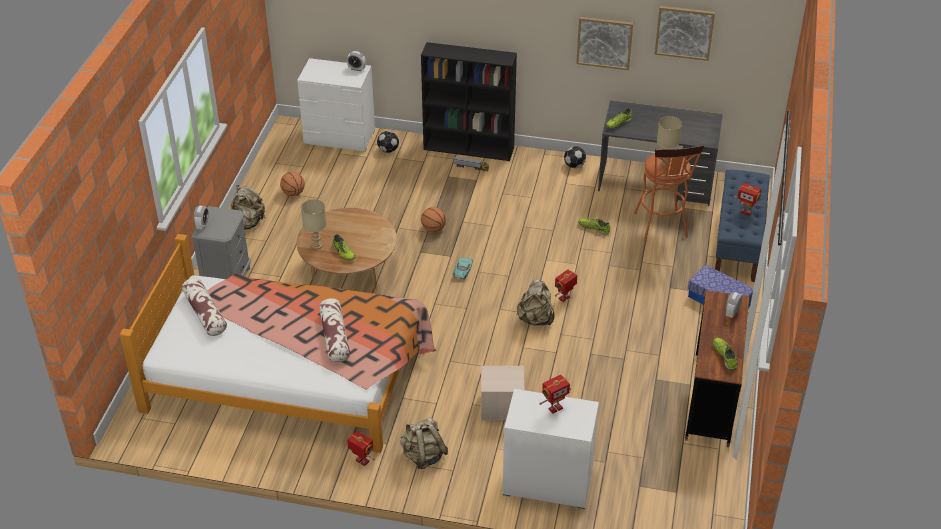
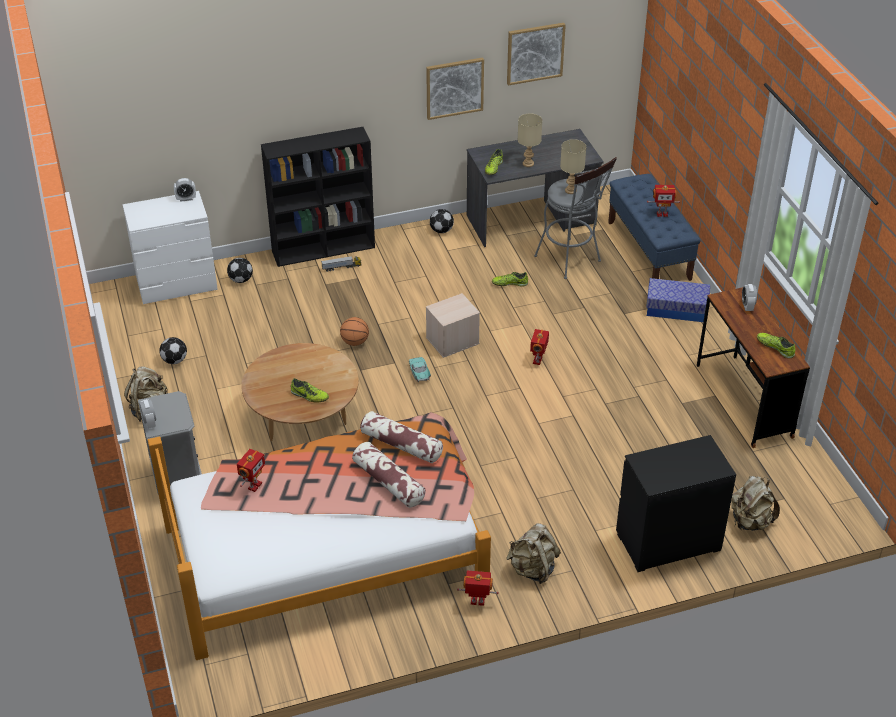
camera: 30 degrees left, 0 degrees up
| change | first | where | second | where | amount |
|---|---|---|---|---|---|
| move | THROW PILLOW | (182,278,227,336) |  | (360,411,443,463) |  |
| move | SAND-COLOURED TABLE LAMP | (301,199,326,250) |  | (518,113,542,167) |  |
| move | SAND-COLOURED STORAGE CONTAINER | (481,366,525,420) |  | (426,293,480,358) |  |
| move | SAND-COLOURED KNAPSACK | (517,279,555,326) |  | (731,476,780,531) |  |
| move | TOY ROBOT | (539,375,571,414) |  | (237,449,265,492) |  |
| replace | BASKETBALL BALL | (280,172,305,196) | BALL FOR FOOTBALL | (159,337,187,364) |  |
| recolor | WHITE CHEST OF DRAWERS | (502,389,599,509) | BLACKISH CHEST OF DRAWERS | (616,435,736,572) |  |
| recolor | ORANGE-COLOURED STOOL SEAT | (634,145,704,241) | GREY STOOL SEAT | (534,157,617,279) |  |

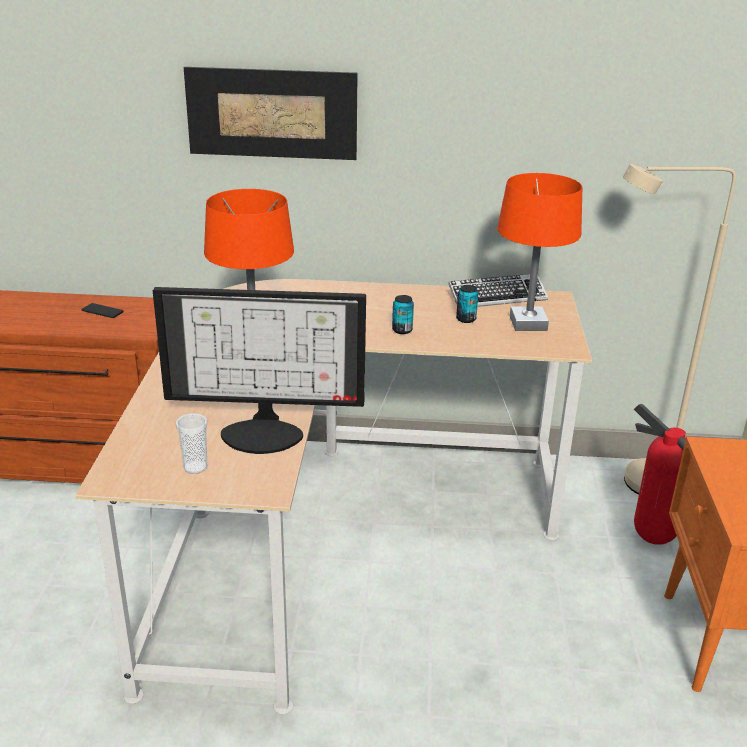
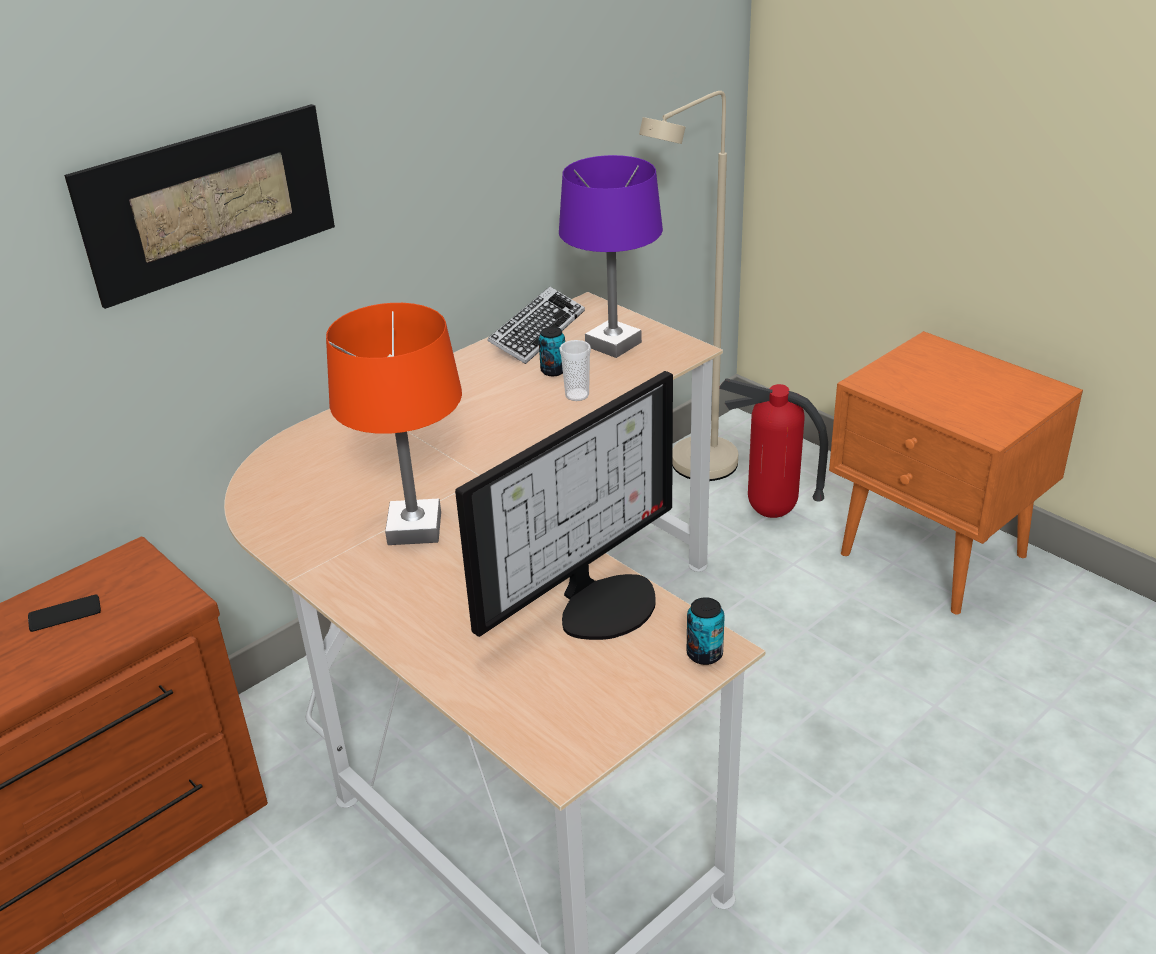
camera: 45 degrees left, 5 degrees up
| change | first | where | second | where | amount |
|---|---|---|---|---|---|
| move | CUP | (175,413,208,474) |  | (559,340,591,401) |  |
| move | CAN | (392,295,414,334) |  | (687,597,725,665) |  |
| recolor | ORANGE-COLOURED TABLE LAMP | (497,173,582,331) | PURPLISH TABLE LAMP | (559,155,663,358) |  |

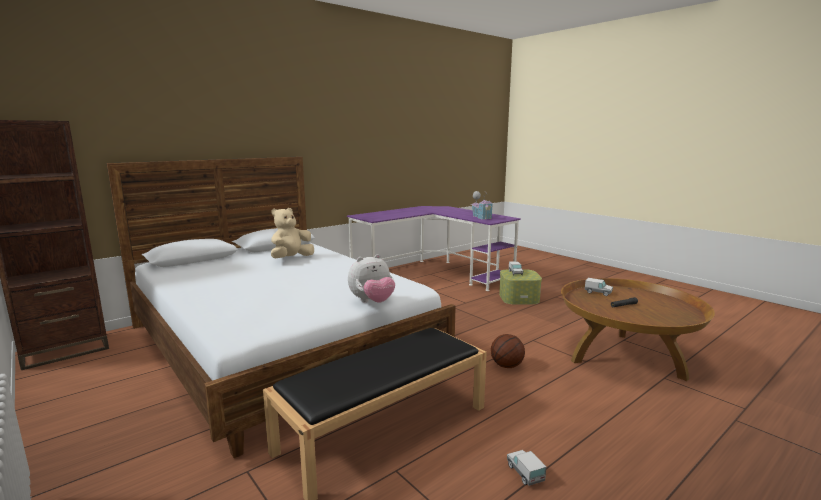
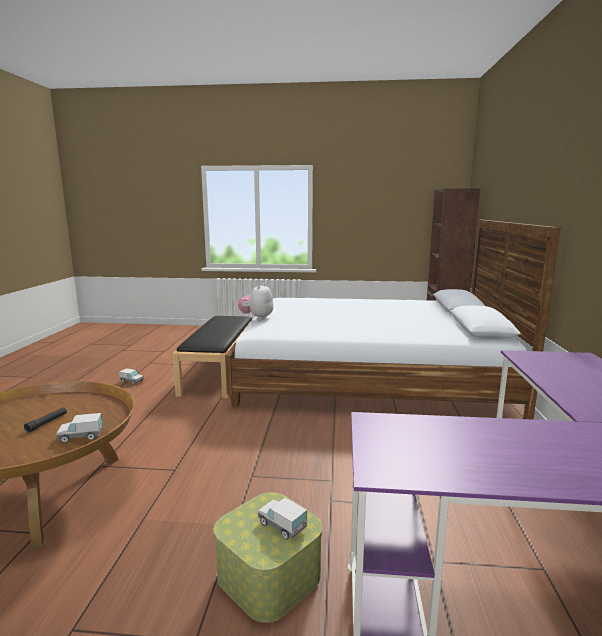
camera: 135 degrees right, 0 degrees up
| change | first | where | second | where | amount |
|---|---|---|---|---|---|
| delete | SAND-COLOURED PLUSH TOY | (271,208,314,258) |  |  |  |
| delete | MODEL HOUSE | (471,191,493,220) |  |  |  |
| delete | BASKETBALL BALL | (491,334,525,368) |  |  |  |

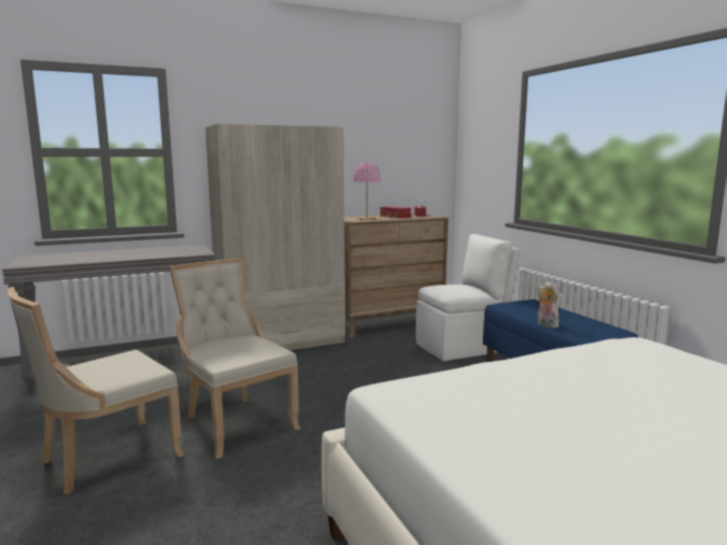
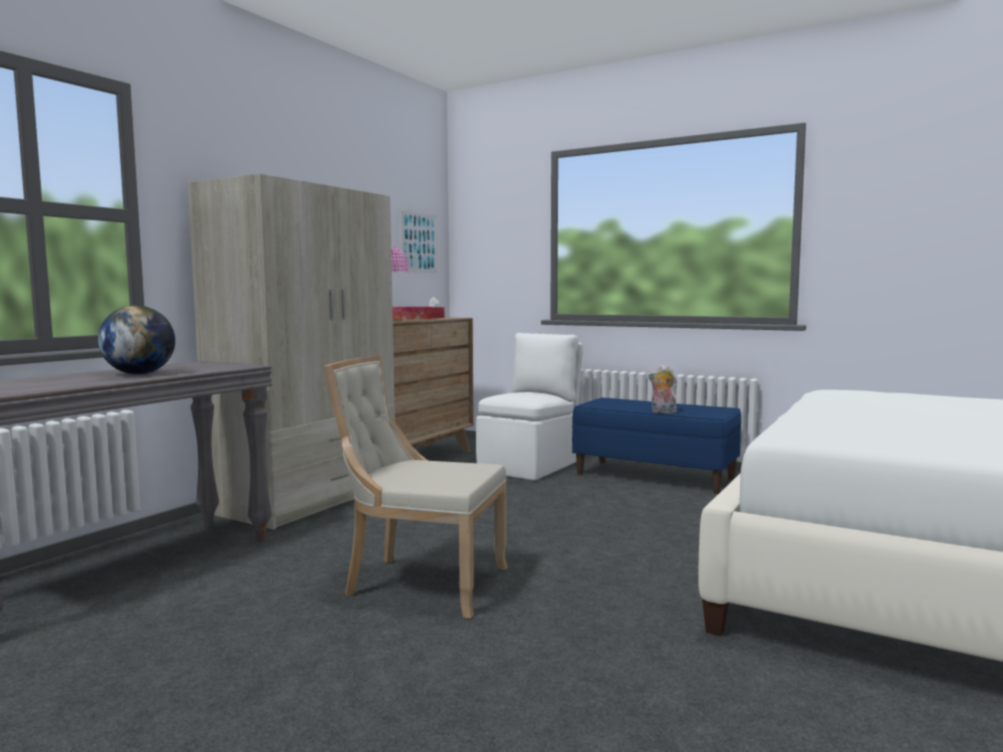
camera: 35 degrees left, 5 degrees down
| change | first | where | second | where | amount |
|---|---|---|---|---|---|
| delete | SAND-COLOURED UPRIGHT CHAIR | (7,287,184,494) |  |  |  |
| insert |  |  | WORLD GLOBE | (98,305,175,374) |  |
| insert |  |  | WALL PICTURE | (400,210,438,273) |  |

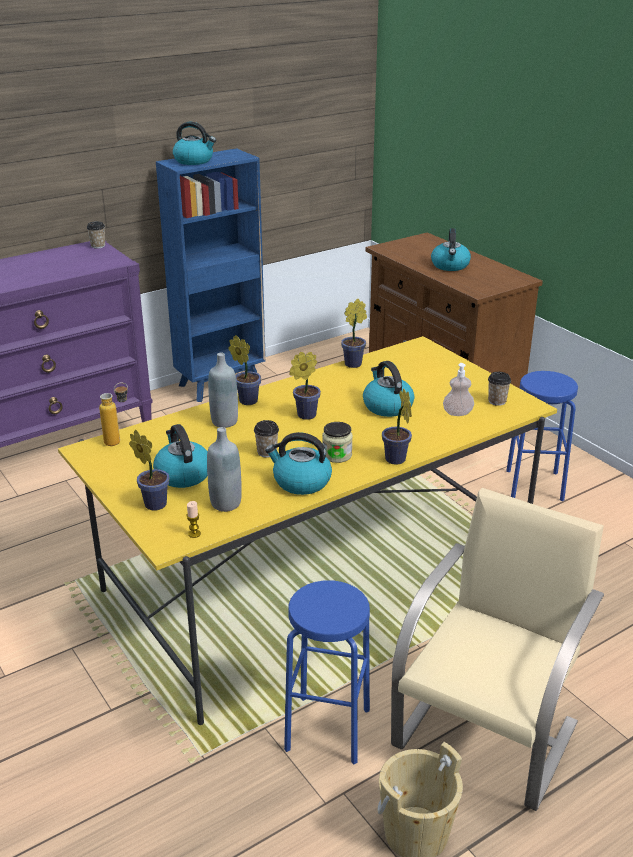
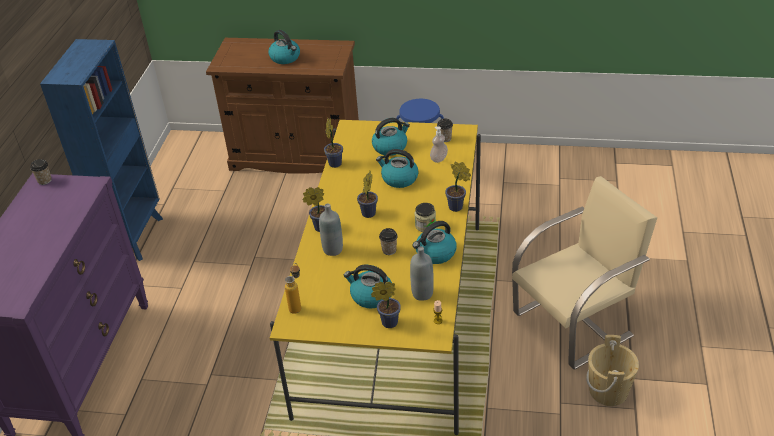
camera: 45 degrees left, 10 degrees up
| change | first | where | second | where | amount |
|---|---|---|---|---|---|
| delete | BLUE STOOL SEAT | (284,580,370,764) |  |  |  |
| move | KETTLE | (173,122,216,165) |  | (372,118,410,156) |  |
| rotate | SAND-COLOURED UPRIGHT CHAIR | (391,488,604,811) |  | (512,176,657,369) | 75 degrees clockwise |

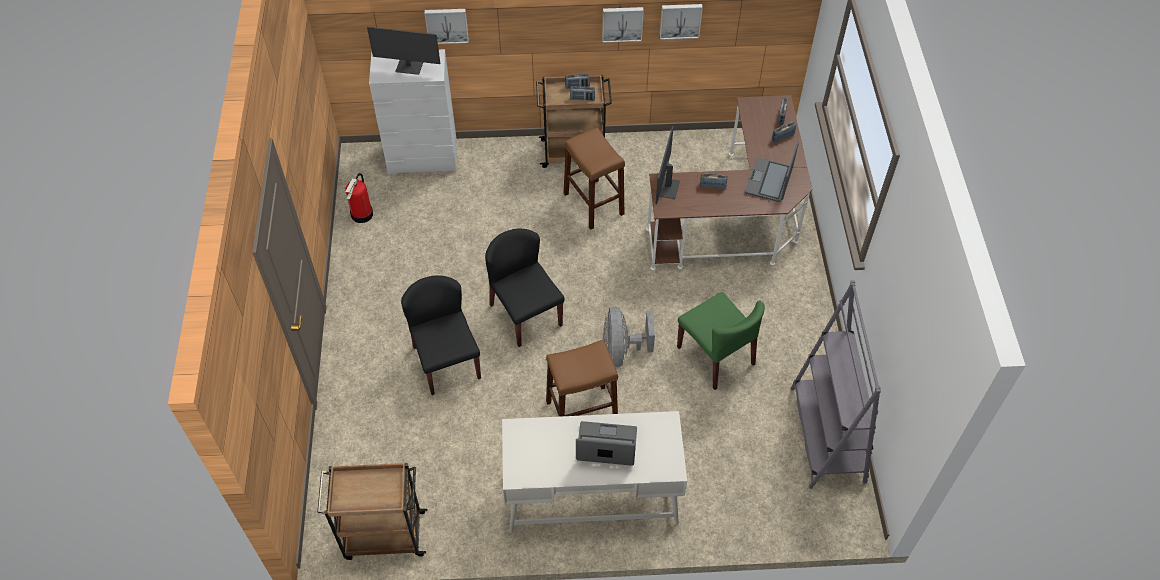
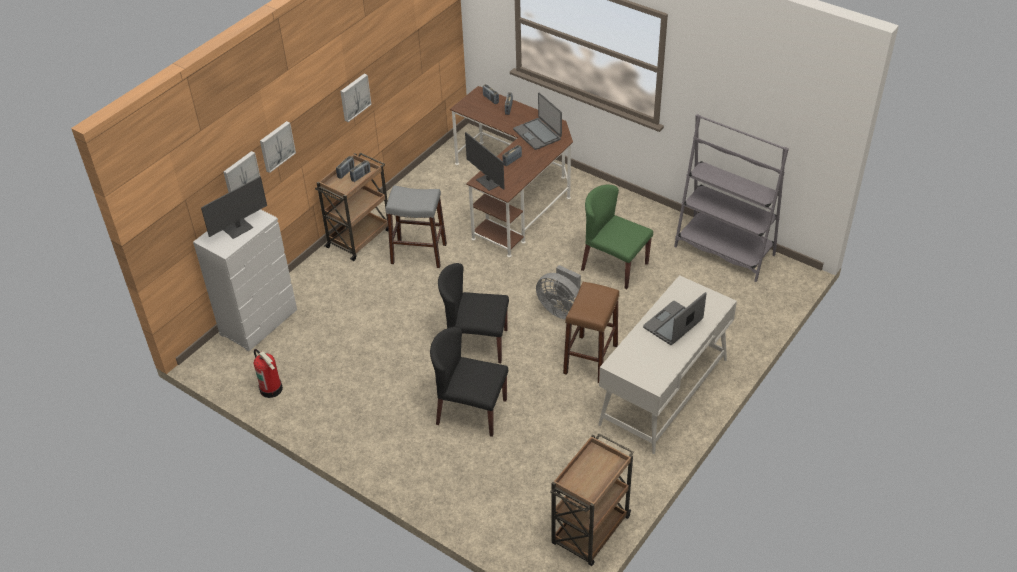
camera: 50 degrees left, 10 degrees down
| change | first | where | second | where | amount |
|---|---|---|---|---|---|
| move | WALL PICTURE | (660,4,703,40) |  | (260,121,296,173) |  |
| recolor | BROWN STOOL SEAT | (563,127,625,230) | GREY STOOL SEAT | (386,186,447,268) |  |
| rotate | GREEN UPRIGHT CHAIR | (677,292,765,390) |  | (581,185,653,289) | 150 degrees counterclockwise |

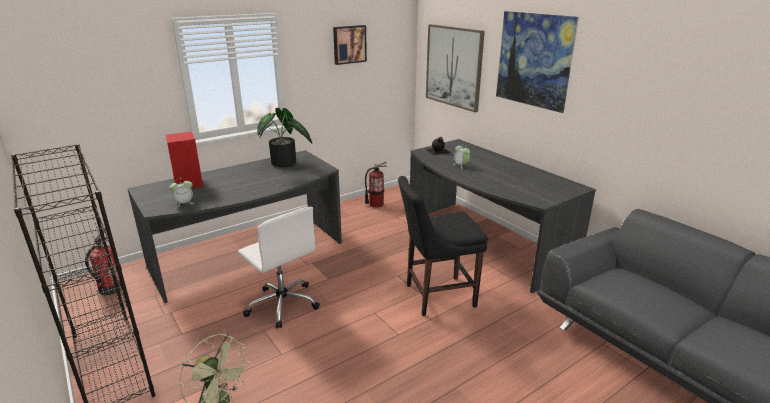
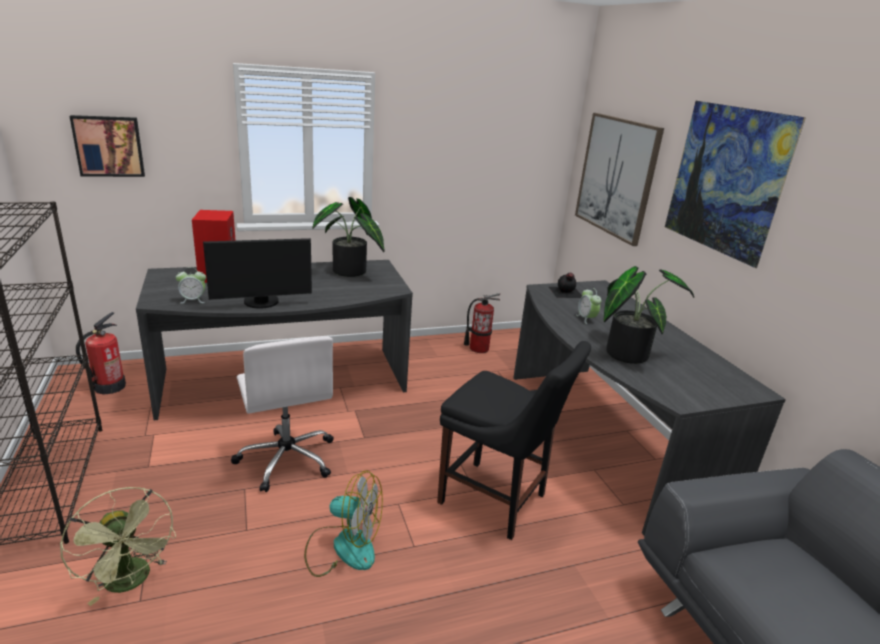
camera: 15 degrees right, 0 degrees up
| change | first | where | second | where | amount |
|---|---|---|---|---|---|
| insert |  |  | COMPUTER SCREEN | (203,238,312,309) |  |
| insert |  |  | FAN | (304,470,383,577) |  |
| insert |  |  | POTTED PLANT | (604,266,694,364) |  |
| move | WALL PICTURE | (333,25,367,65) |  | (70,115,145,177) |  |
| rotate | BLACKISH UPRIGHT CHAIR | (398,176,488,316) |  | (437,341,591,540) | 150 degrees counterclockwise |

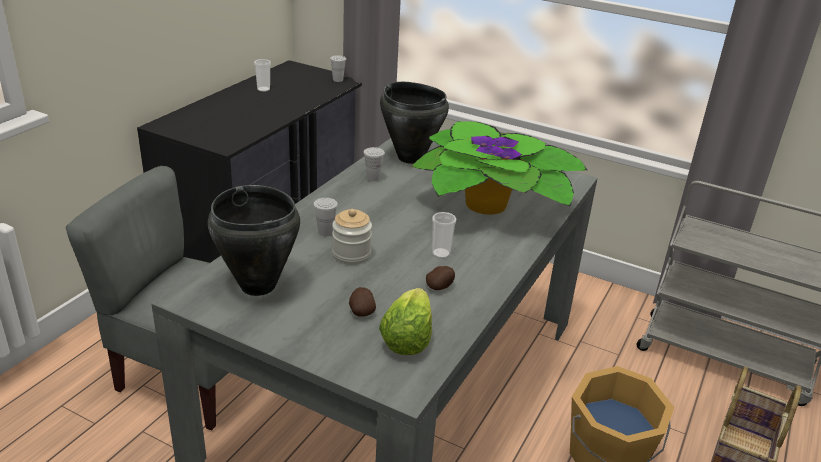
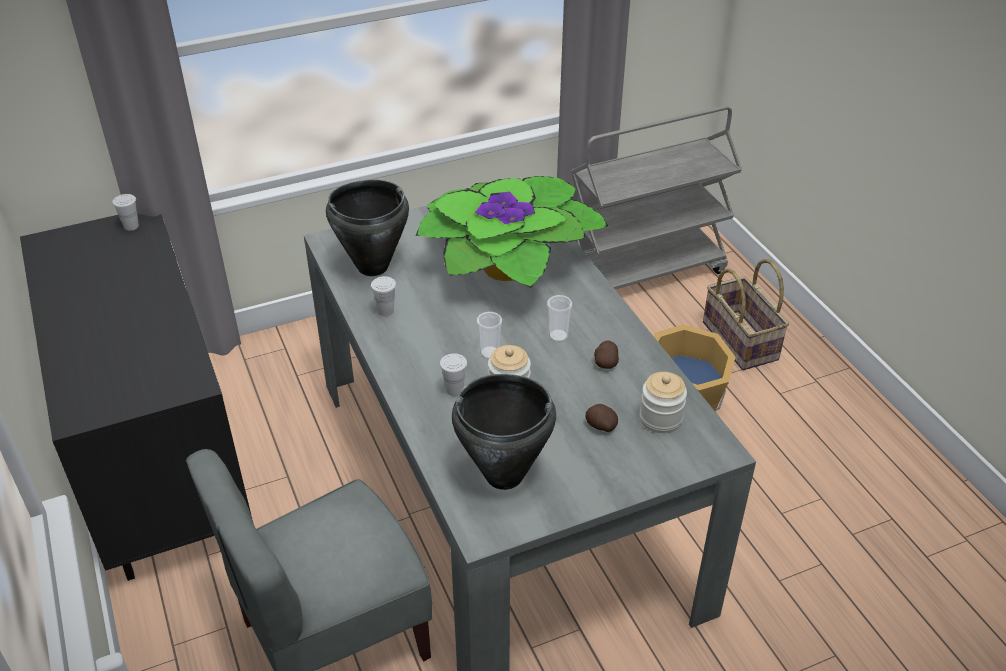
camera: 50 degrees left, 10 degrees up
| change | first | where | second | where | amount |
|---|---|---|---|---|---|
| move | CUP | (254,59,271,92) |  | (477,312,502,359) |  |
| replace | LETTUCE HEAD | (379,288,432,355) | STORAGE JAR | (640,372,687,433) |  |

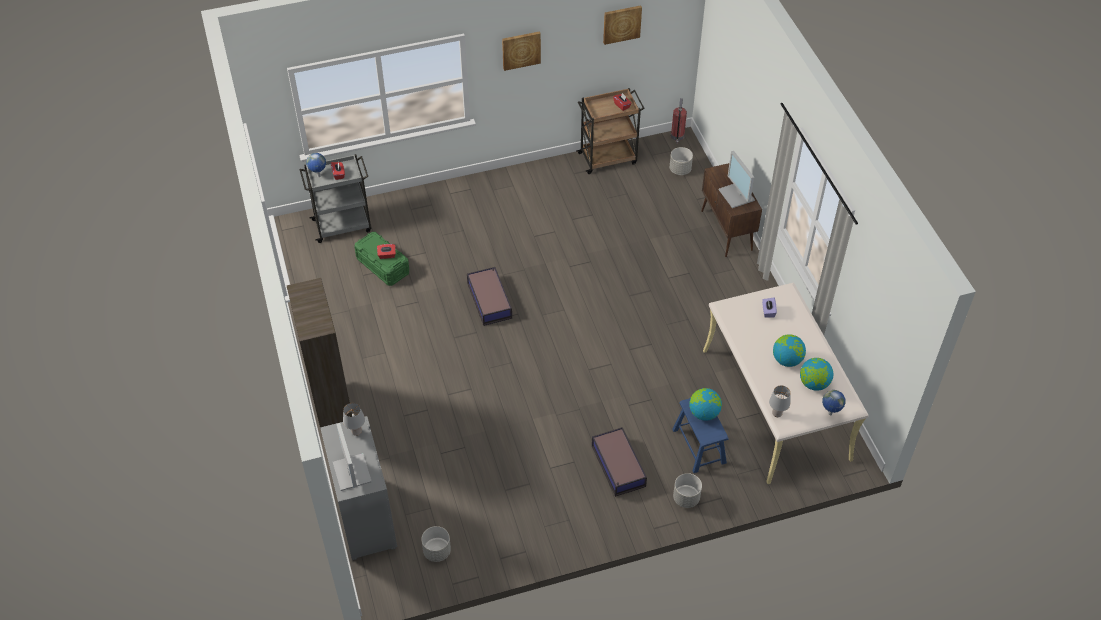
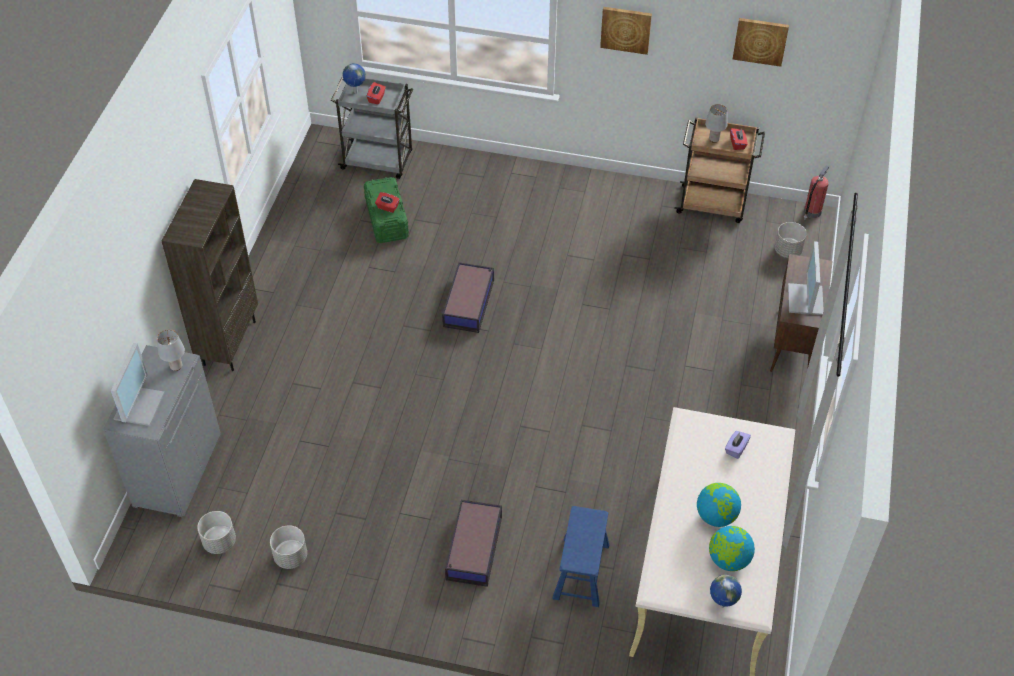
camera: 30 degrees right, 0 degrees up
| change | first | where | second | where | amount |
|---|---|---|---|---|---|
| delete | WORLD GLOBE | (689,388,722,421) |  |  |  |
| move | GREY PLANTER | (673,473,702,508) |  | (270,525,307,569) |  |
| move | GREY TABLE LAMP | (769,385,791,417) |  | (705,104,728,143) |  |

